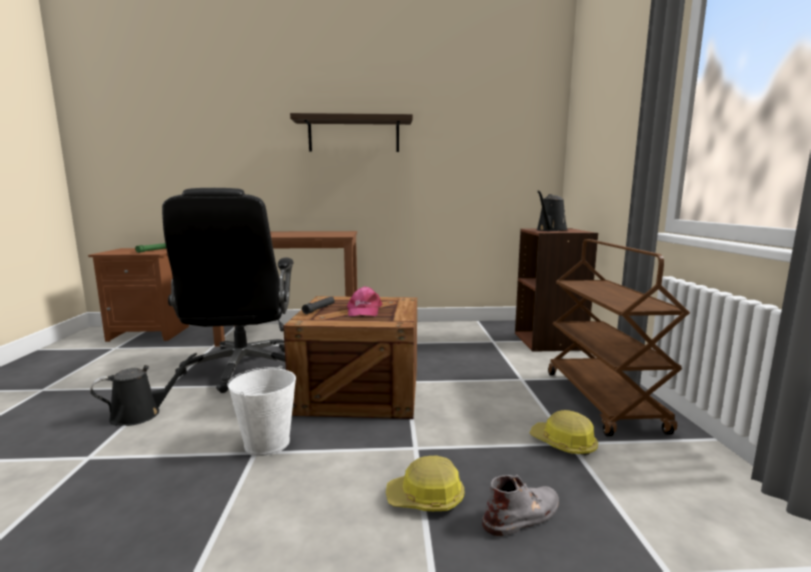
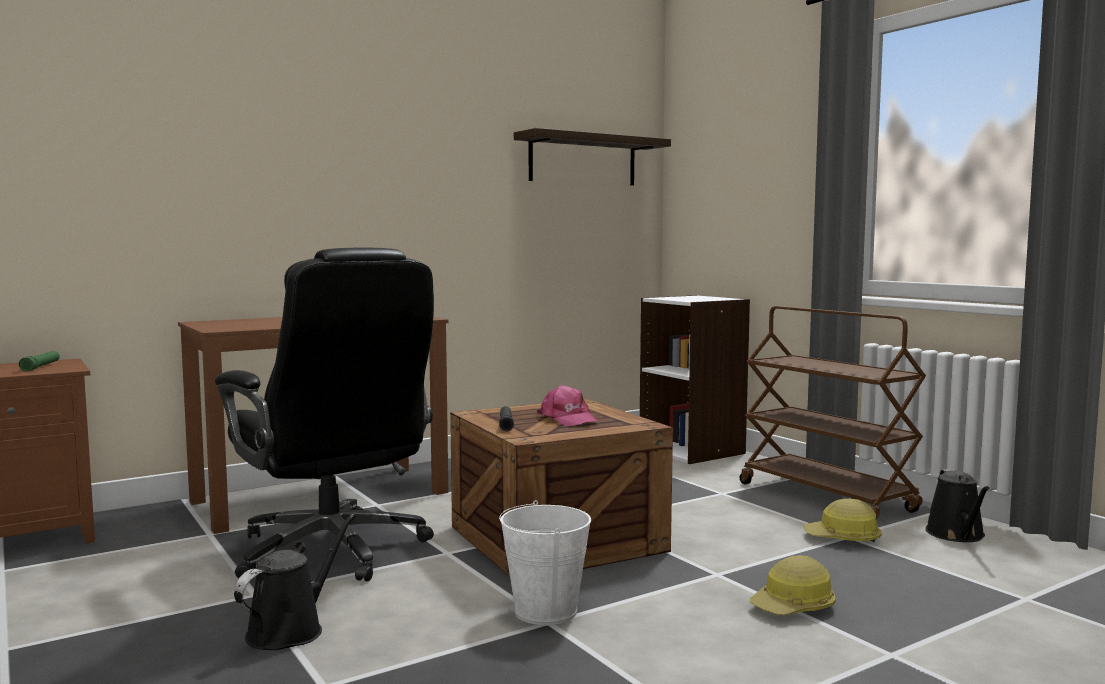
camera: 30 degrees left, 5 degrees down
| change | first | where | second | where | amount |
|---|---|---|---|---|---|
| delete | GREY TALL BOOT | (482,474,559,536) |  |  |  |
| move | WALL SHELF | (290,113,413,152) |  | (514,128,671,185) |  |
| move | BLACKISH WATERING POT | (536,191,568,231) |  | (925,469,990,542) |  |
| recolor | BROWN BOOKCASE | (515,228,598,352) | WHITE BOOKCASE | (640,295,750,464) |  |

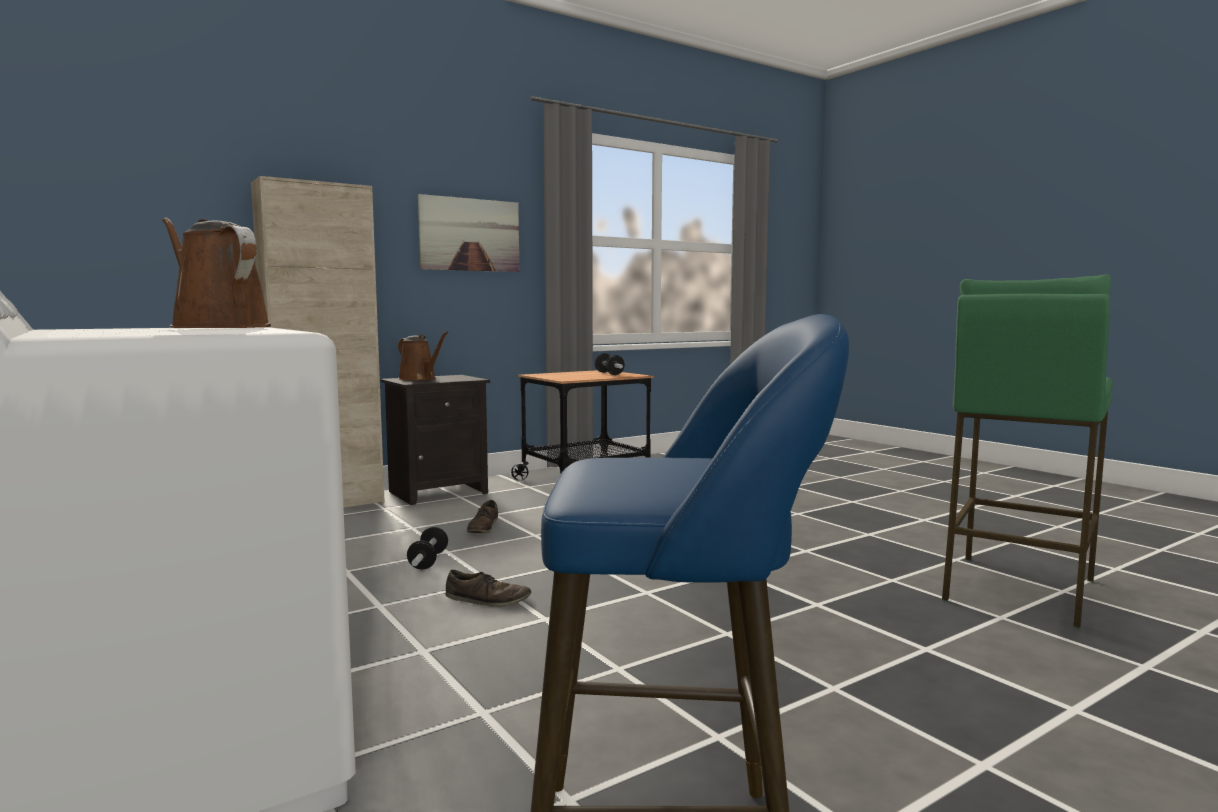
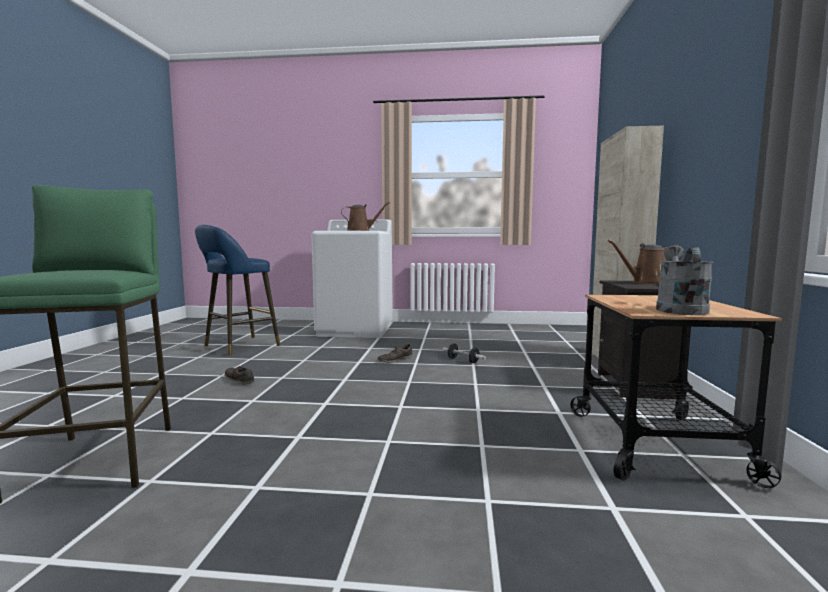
camera: 130 degrees right, 0 degrees up
| change | first | where | second | where | amount |
|---|---|---|---|---|---|
| delete | WALL PICTURE | (418,194,519,272) |  |  |  |
| move | BROWN ITEM OF FOOTWEAR | (467,500,498,533) |  | (225,366,254,385) |  |
| replace | DUMBBELL | (595,353,625,375) | GREY WATERING POT | (656,245,714,315) |  |

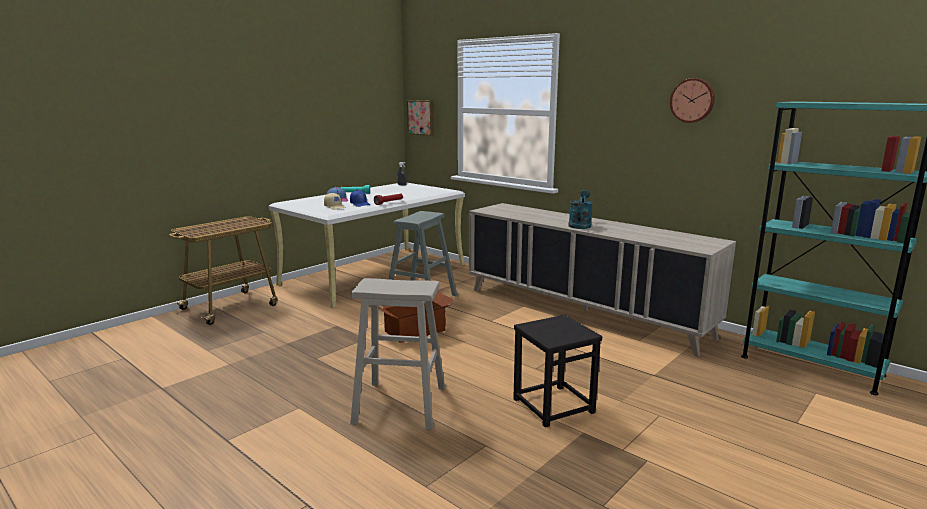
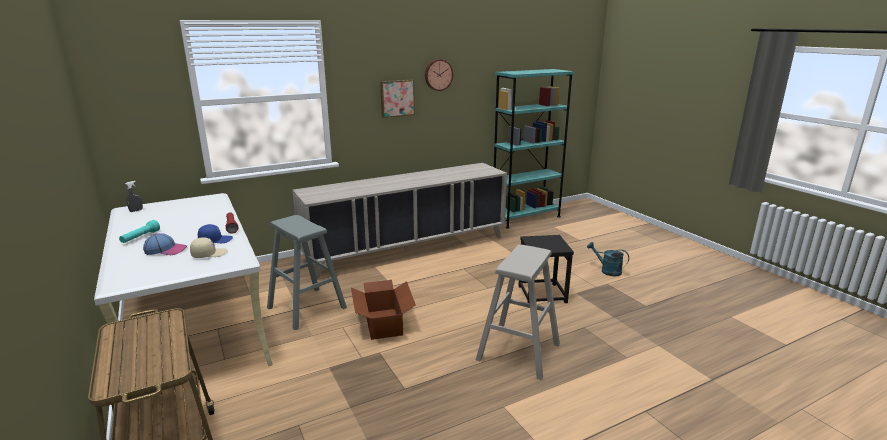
camera: 70 degrees left, 5 degrees up
| change | first | where | second | where | amount |
|---|---|---|---|---|---|
| move | WALL PICTURE | (407,100,434,136) |  | (380,80,415,118) |  |
| move | TURQUOISE WATERING POT | (568,190,593,229) |  | (587,242,629,276) |  |

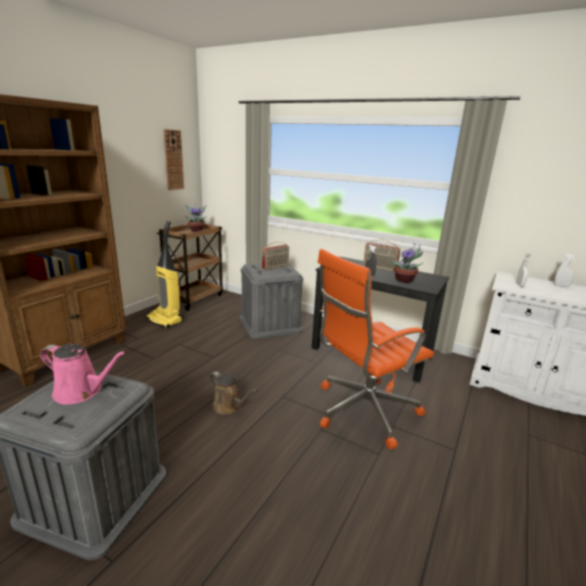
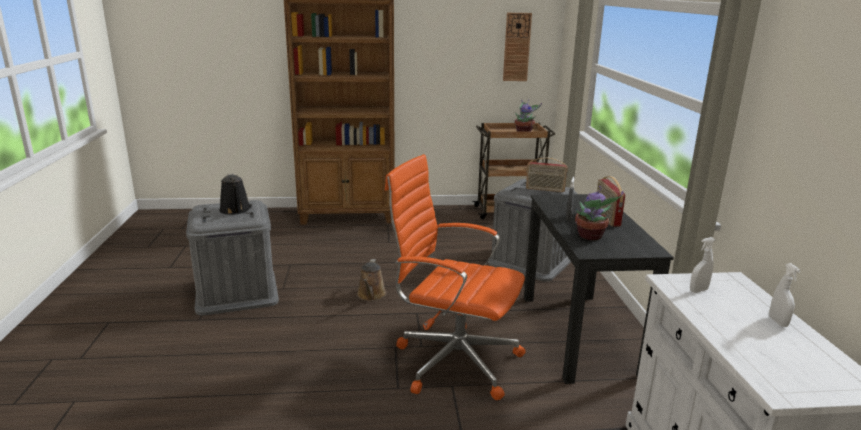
camera: 55 degrees right, 0 degrees up
| change | first | where | second | where | amount |
|---|---|---|---|---|---|
| delete | HOOVER | (146,221,183,328) |  |  |  |
| recolor | PINKISH WATERING POT | (40,344,126,404) | BLACKISH WATERING POT | (219,173,251,215) |  |

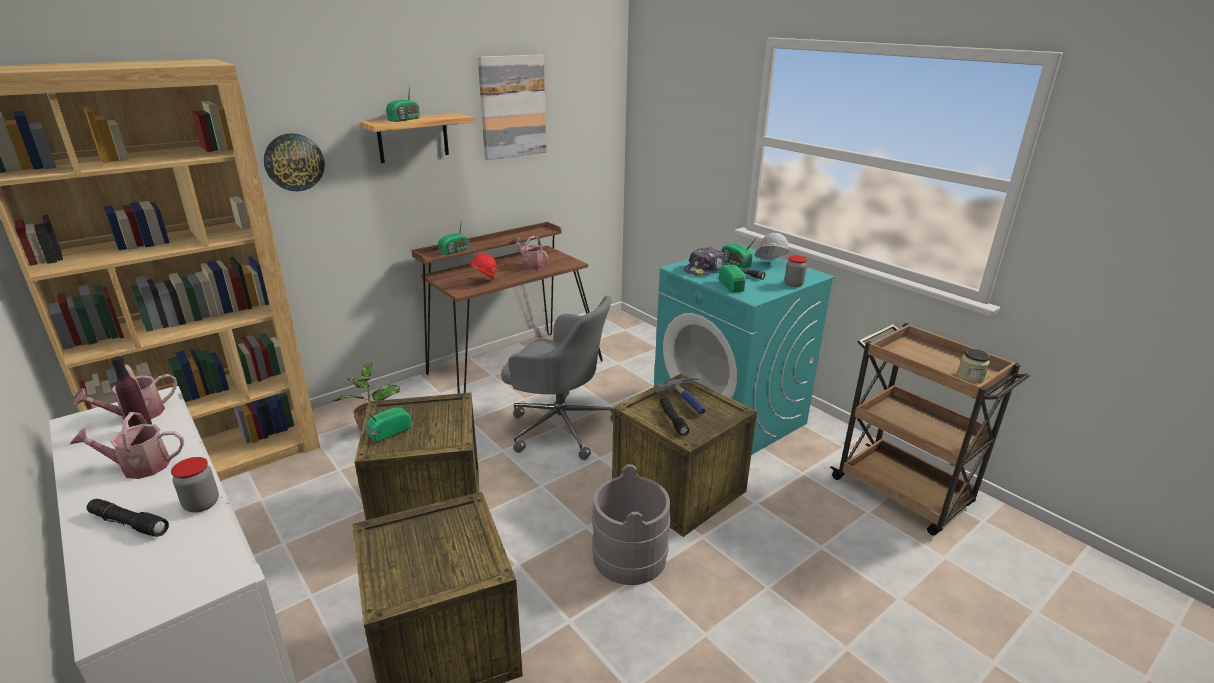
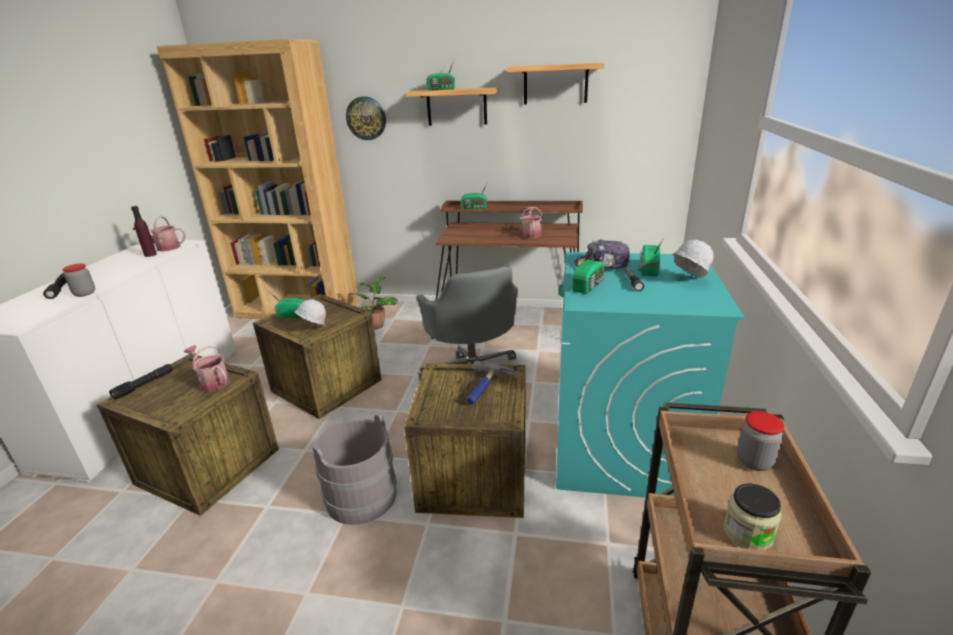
camera: 50 degrees right, 0 degrees up
| change | first | where | second | where | amount |
|---|---|---|---|---|---|
| delete | RED-COLOURED HARD HAT | (470,253,497,280) |  |  |  |
| insert |  |  | WHITE HARD HAT | (295,299,326,325) |  |
| move | WATERING POT | (70,412,184,479) |  | (184,345,231,392) |  |
| move | BLACKISH HAND TORCH | (660,397,689,436) |  | (109,364,173,400) |  |
| move | STORAGE JAR | (785,255,807,287) |  | (737,411,785,471) |  |
| replace | WALL PICTURE | (478,54,547,160) | WALL SHELF | (507,63,605,104) |  |

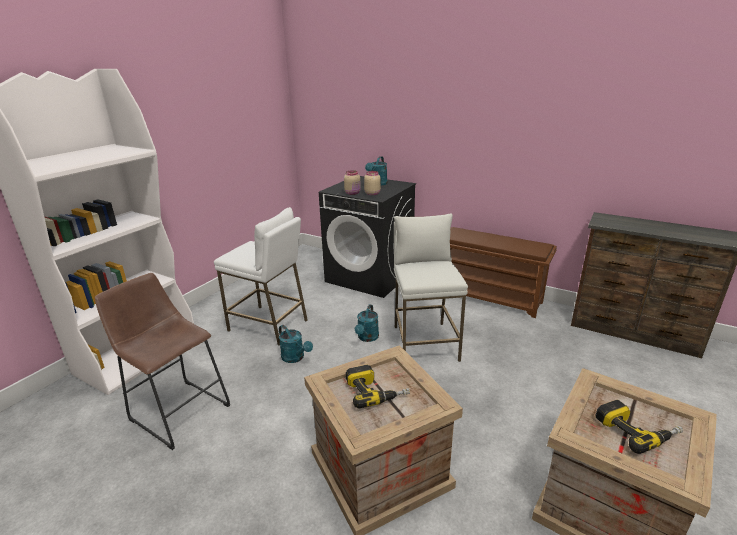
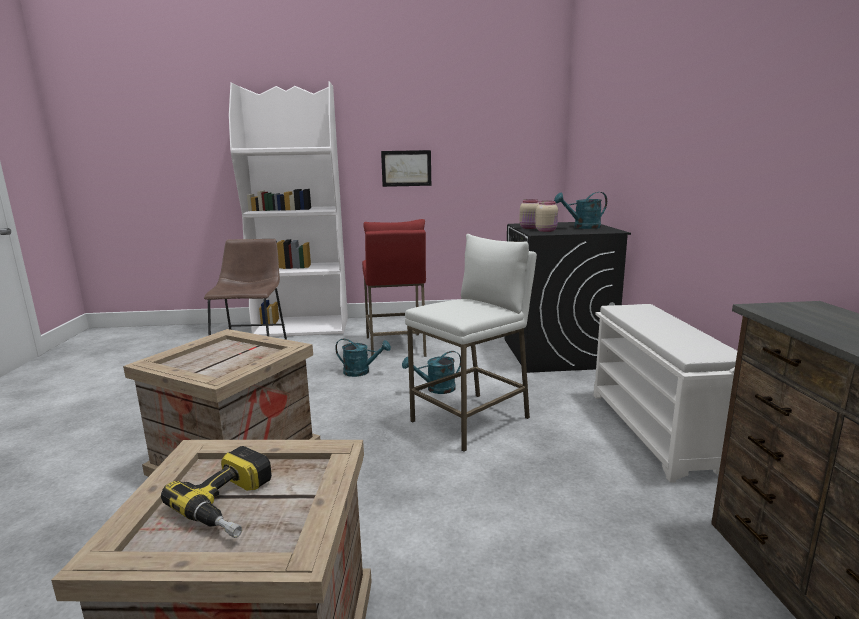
camera: 55 degrees right, 10 degrees down
| change | first | where | second | where | amount |
|---|---|---|---|---|---|
| delete | POWER DRILL | (346,365,410,409) |  |  |  |
| insert |  |  | WALL PICTURE | (381,150,431,187) |  |
| recolor | WHITE STOOL SEAT | (214,207,308,346) | RED-COLOURED STOOL SEAT | (362,219,427,357) |  |
| recolor | BROWN SHOE STAND | (450,227,557,318) | WHITE SHOE STAND | (593,304,737,483) |  |
| rotate | TURQUOISE WATERING POT | (279,325,313,363) |  | (335,339,391,377) | 90 degrees counterclockwise |

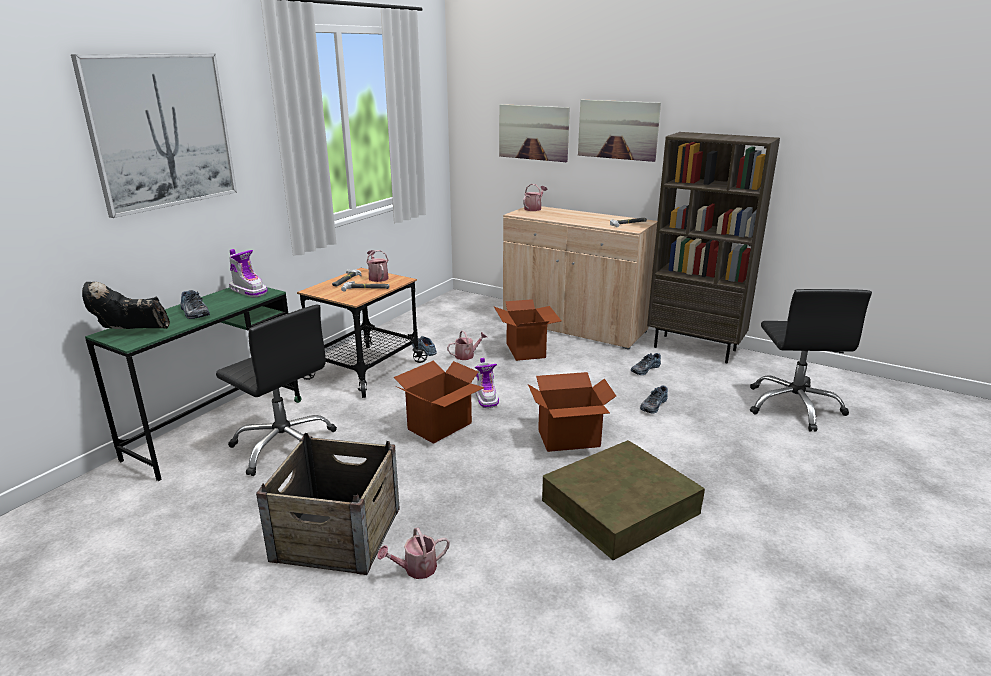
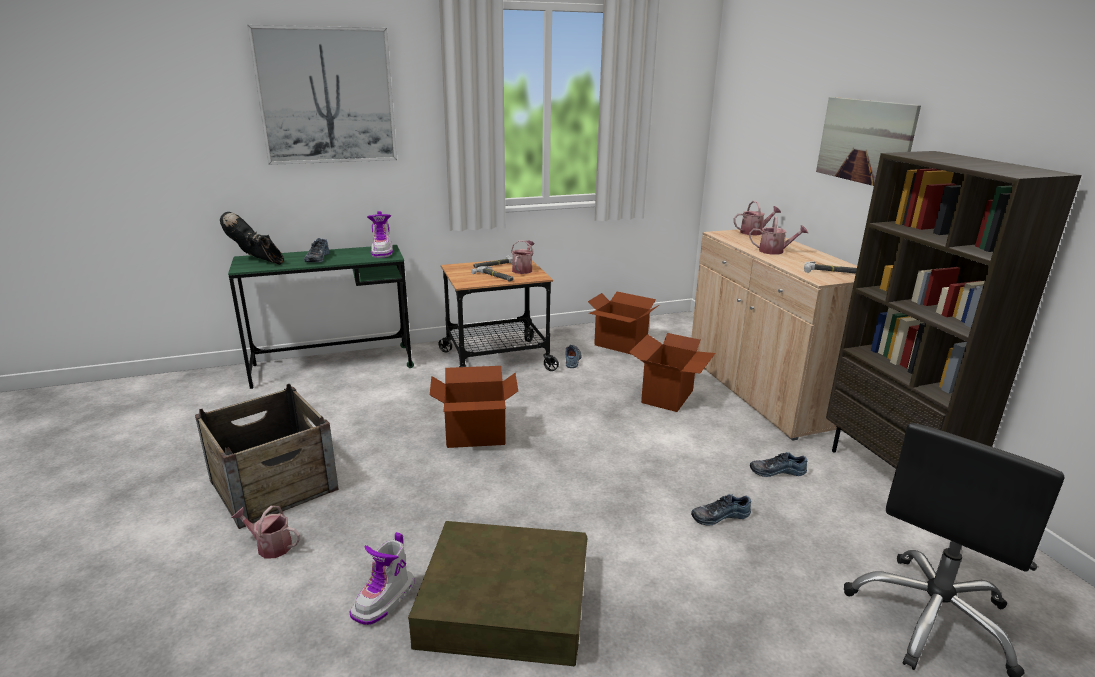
camera: 40 degrees right, 0 degrees up
| change | first | where | second | where | amount |
|---|---|---|---|---|---|
| delete | BLACKISH DESK CHAIR | (216,305,337,476) |  |  |  |
| delete | WALL PICTURE | (499,104,570,162) |  |  |  |
| move | WATERING POT | (447,330,487,360) |  | (749,216,808,255) |  |
| move | TALL BOOT | (474,358,499,408) |  | (349,532,414,625) |  |
| move | CARTON | (528,372,616,452) |  | (588,292,659,355) |  |

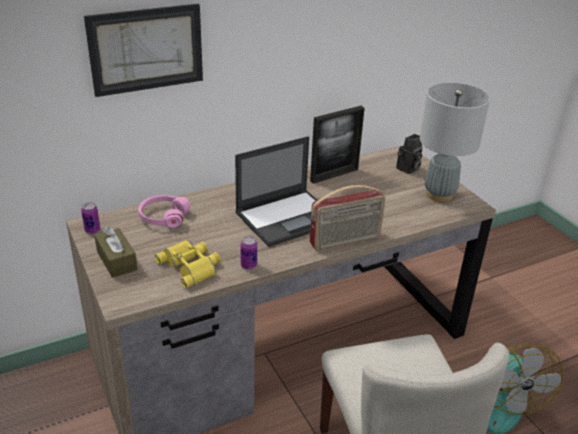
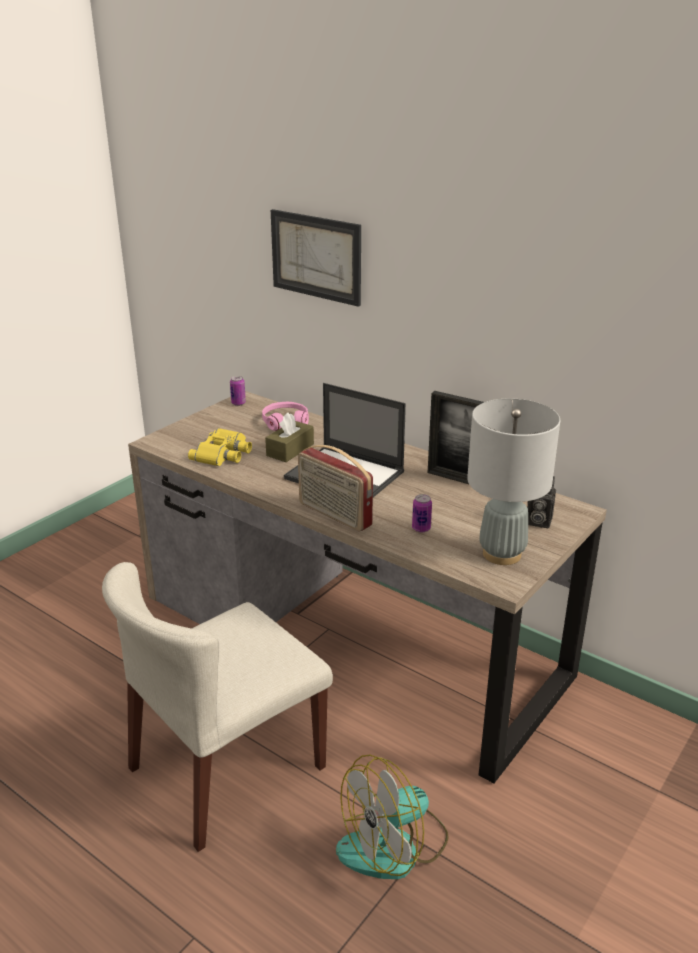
camera: 65 degrees right, 5 degrees down
| change | first | where | second | where | amount |
|---|---|---|---|---|---|
| move | BROWN TISSUE HOLDER | (94,227,138,278) |  | (265,413,314,462) |  |
| move | CAN | (240,237,257,270) |  | (412,494,432,532) |  |

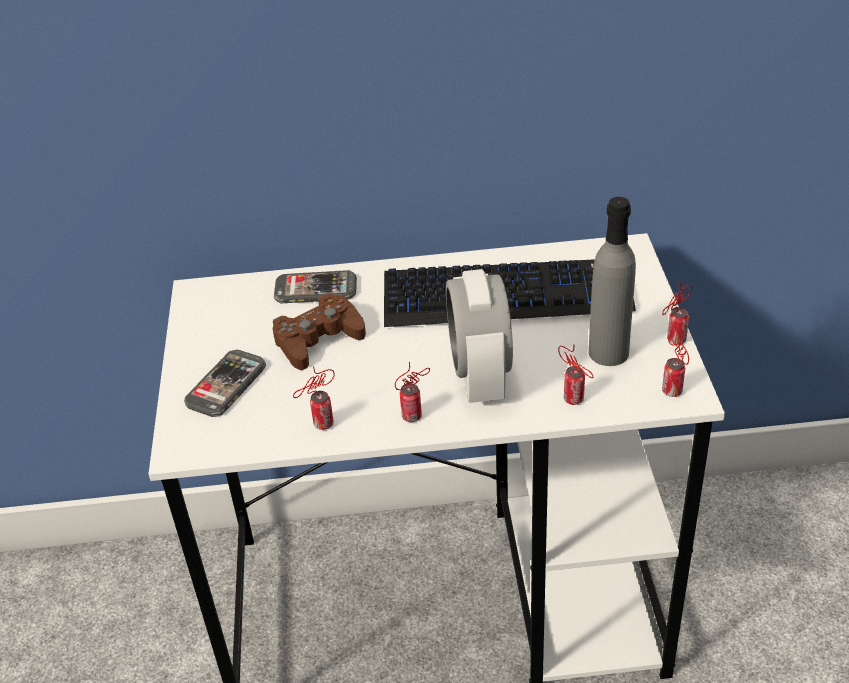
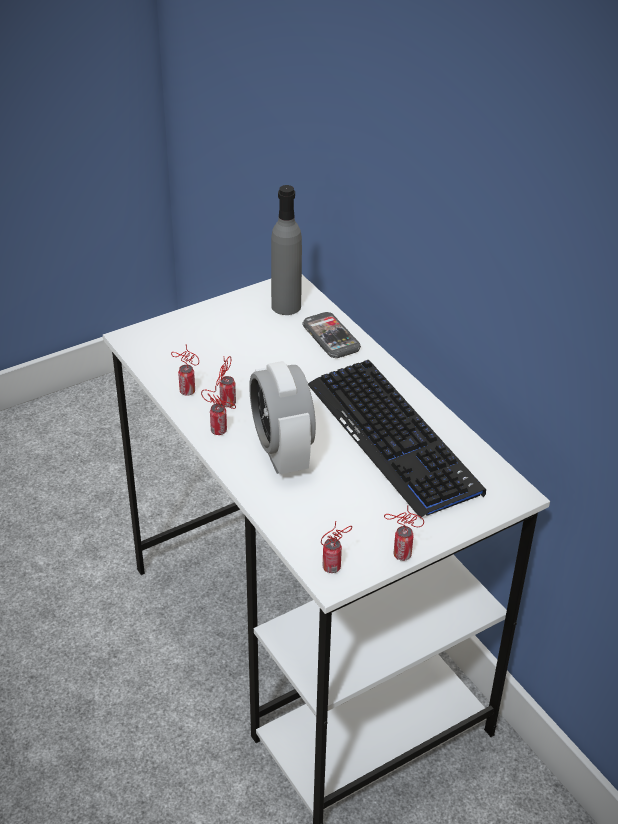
camera: 60 degrees right, 0 degrees up
| change | first | where | second | where | amount |
|---|---|---|---|---|---|
| delete | HANDSET | (184,350,266,417) |  |  |  |
| delete | BROWN JOYPAD | (273,293,366,370) |  |  |  |
| move | CAN | (558,345,594,405) |  | (216,356,236,407) |  |
| move | GREY BOTTLE | (589,197,636,366) |  | (271,185,302,315) |  |
| rotate | TABLE CLOCK | (446,269,513,403) |  | (249,361,316,474) | 75 degrees counterclockwise |

